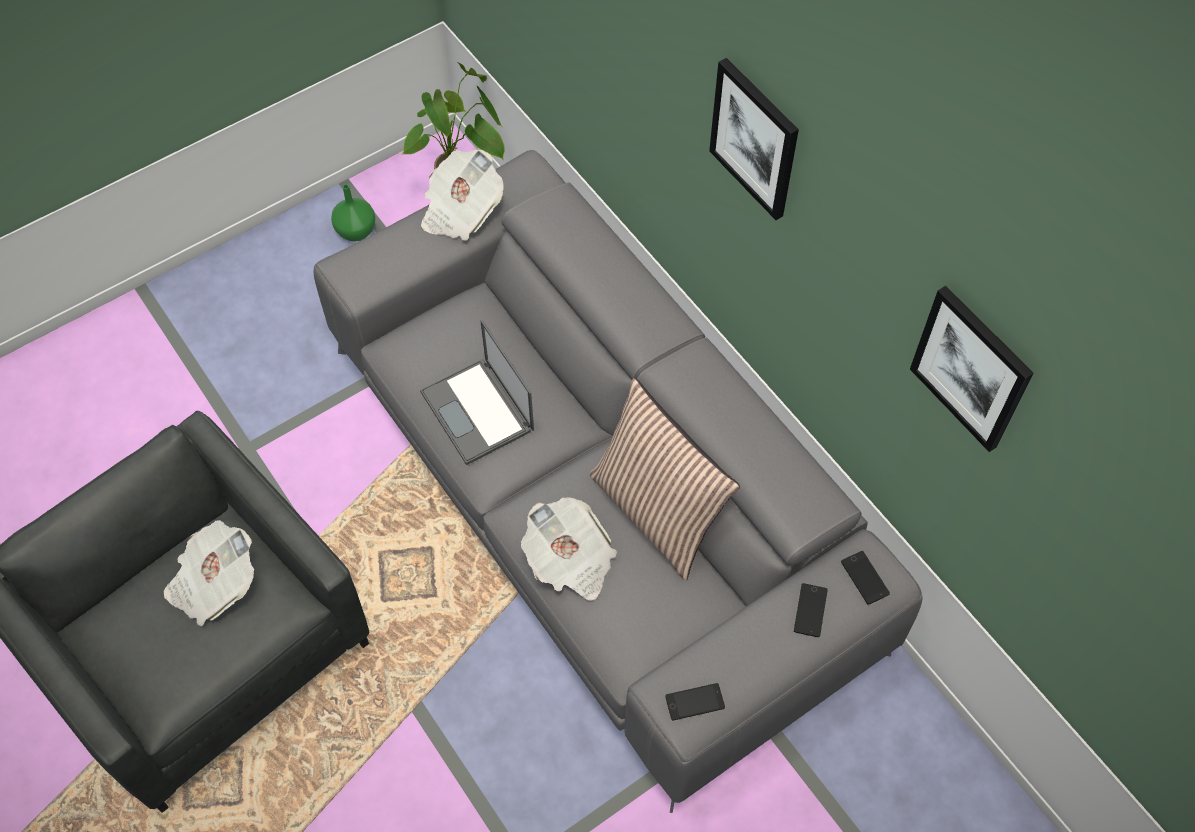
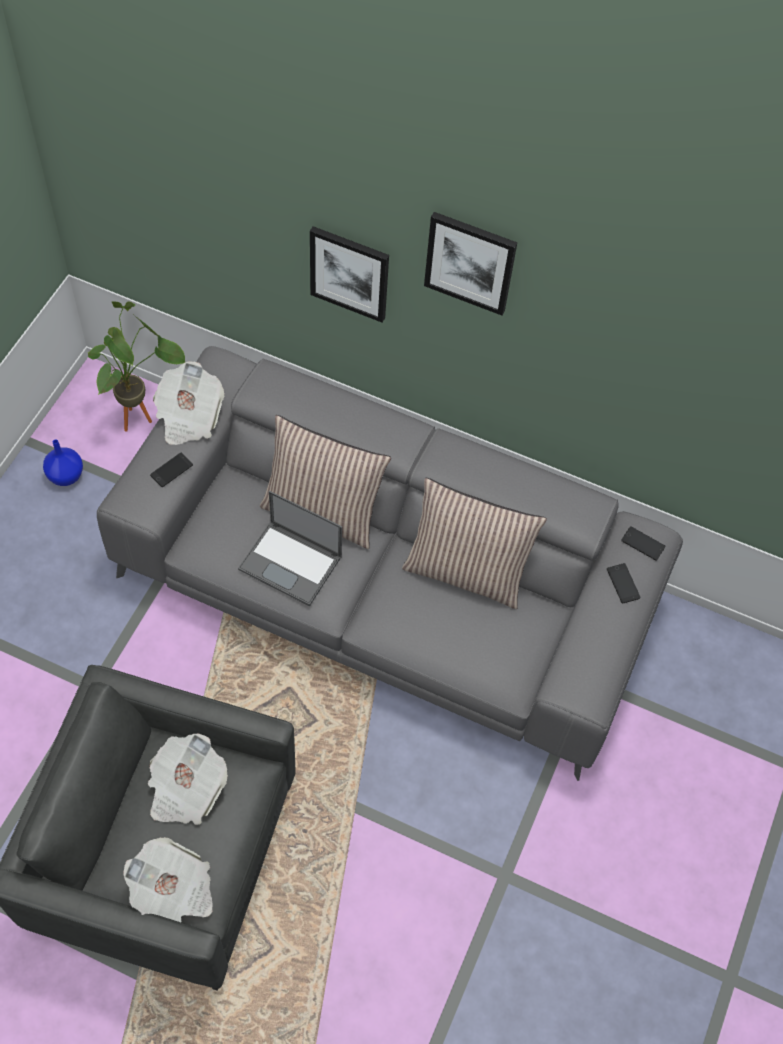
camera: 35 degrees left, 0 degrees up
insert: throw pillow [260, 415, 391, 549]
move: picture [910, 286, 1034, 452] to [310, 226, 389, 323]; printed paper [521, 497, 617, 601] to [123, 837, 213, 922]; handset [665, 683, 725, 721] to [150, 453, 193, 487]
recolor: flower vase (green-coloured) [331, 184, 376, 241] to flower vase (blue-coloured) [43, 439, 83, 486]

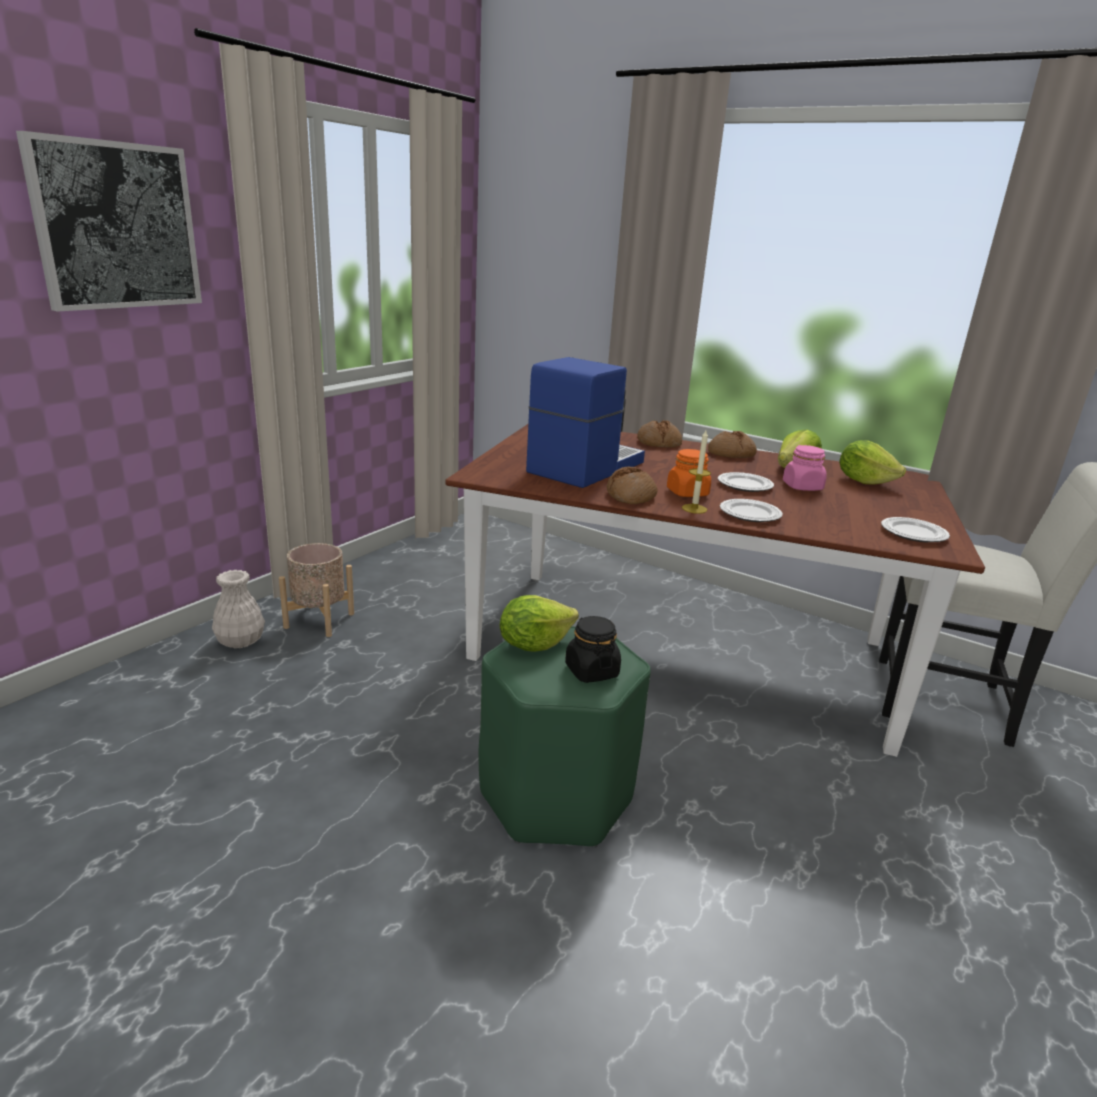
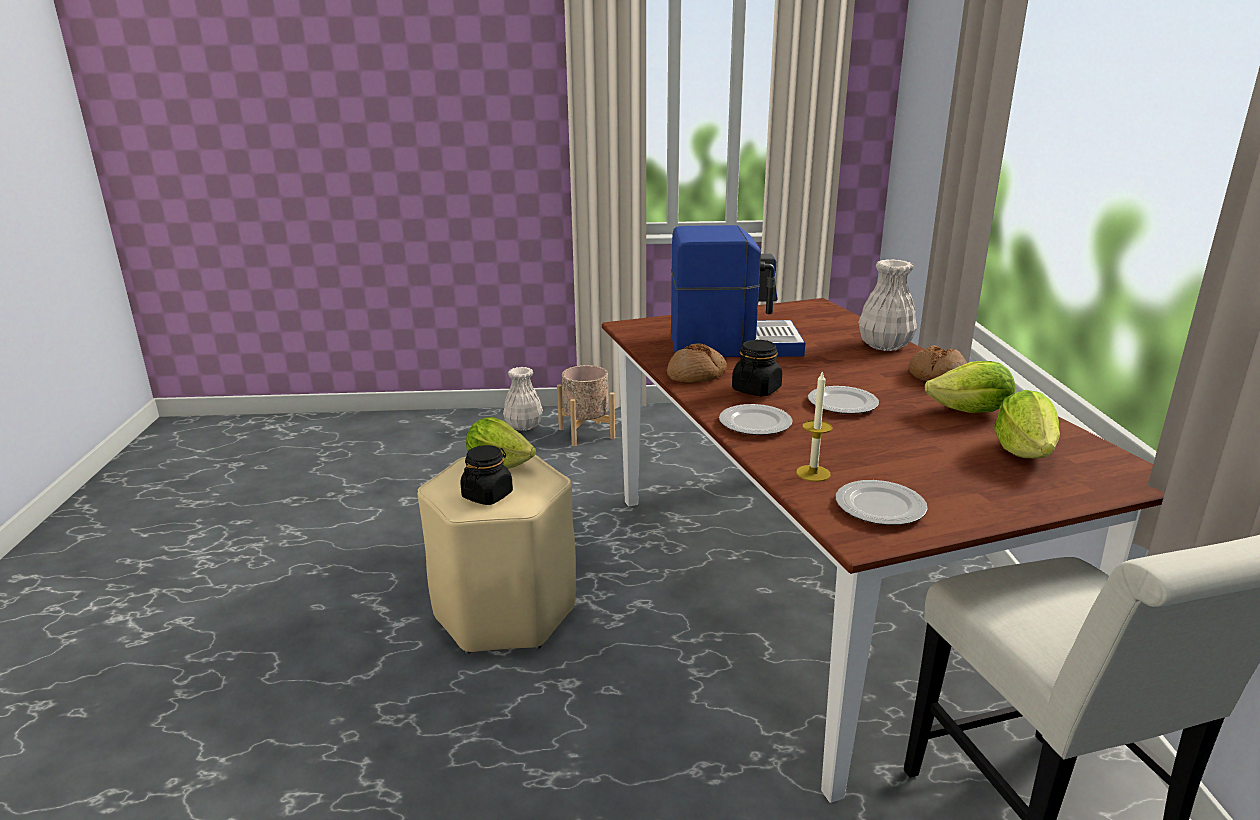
camera: 55 degrees right, 0 degrees up
delete: picture [16, 131, 202, 312]; storage jar (pink) [783, 445, 827, 491]
move: candle [682, 430, 711, 514] to [796, 370, 832, 482]
replace: bread [637, 420, 682, 448] to flower vase (whitish) [858, 259, 917, 351]
recolor: storage jar (orange-coloured) [667, 449, 711, 497] to storage jar (blackish) [732, 340, 782, 396]; sitting stool (green-coloured) [479, 626, 651, 848] to sitting stool (sand-coloured) [417, 455, 576, 654]

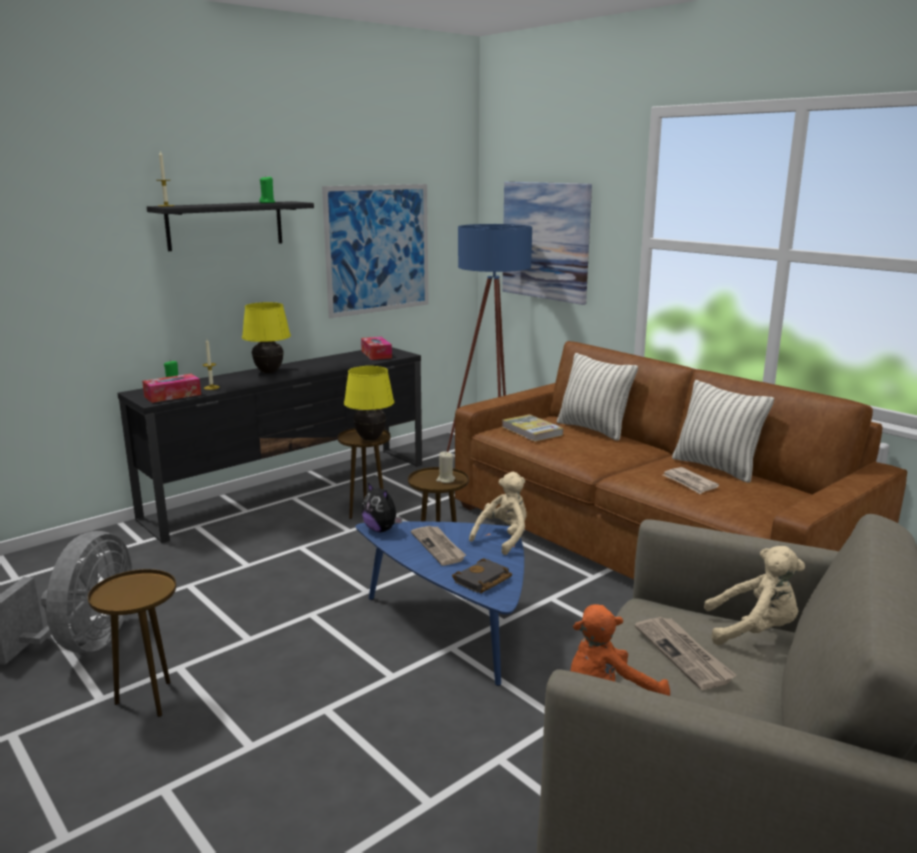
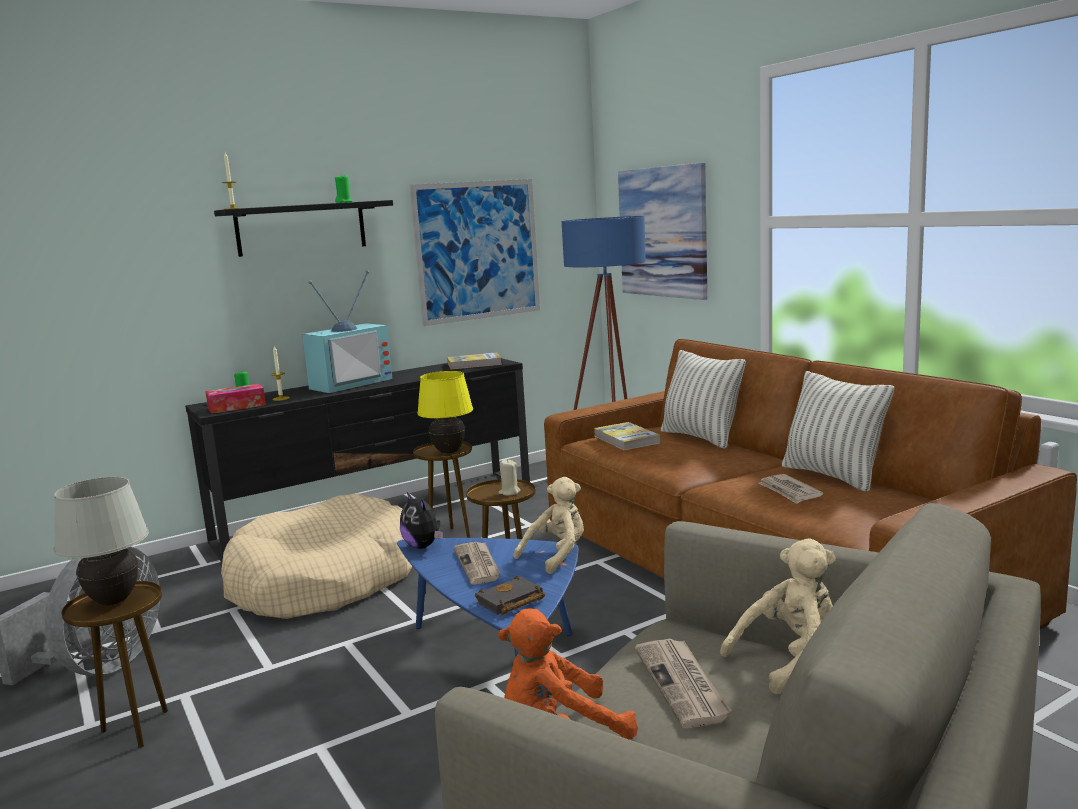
camera: 10 degrees right, 5 degrees down
insert: table lamp (whitish) [54, 477, 149, 605]; dog bed (sand-coloured) [221, 493, 412, 619]
replace: table lamp (yellowish) [242, 302, 291, 373] to television [302, 270, 392, 393]; tissue holder [361, 337, 392, 360] to bound book [447, 352, 502, 369]
rotate: cuddly toy (sand-coloured) [704, 546, 805, 645] = [720, 538, 836, 694] 45 degrees counterclockwise

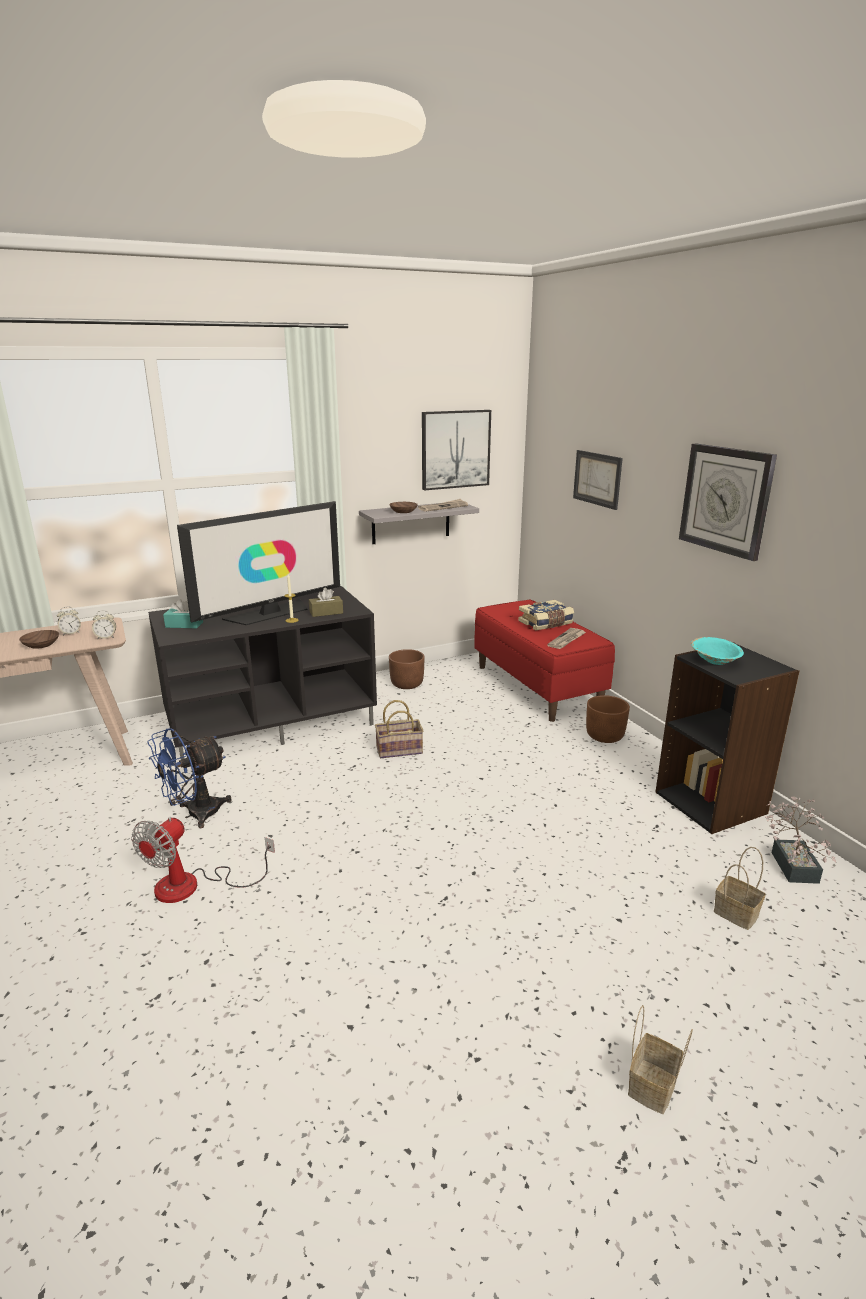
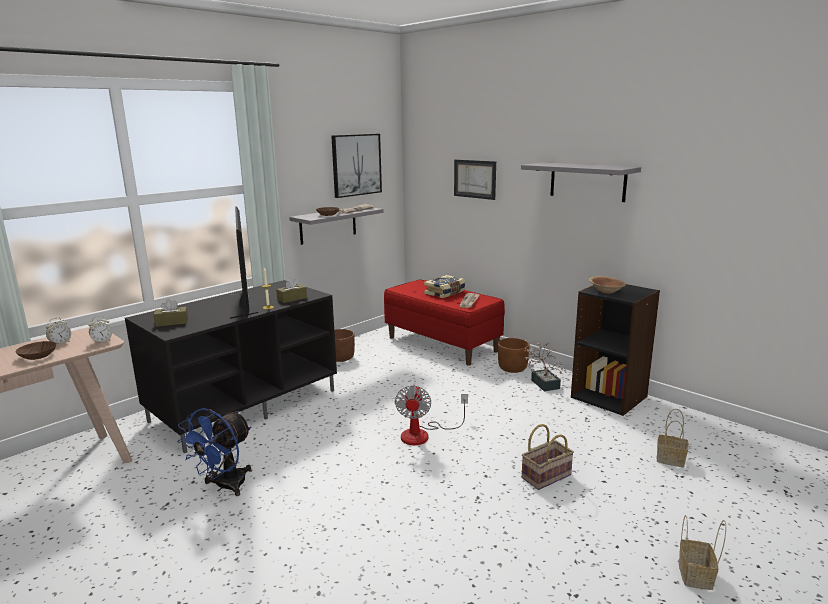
camera: 20 degrees left, 5 degrees down
move: household basket [375, 700, 423, 758] to [522, 424, 574, 490]; plant in a pot [765, 796, 836, 884] to [525, 343, 567, 391]; electric fan [131, 817, 275, 903] to [395, 385, 468, 445]
replace: wall clock [679, 444, 777, 561] to wall shelf (gray) [521, 163, 641, 202]
recolor: tissue holder (turquoise) [163, 599, 203, 628] to tissue holder (brownish) [154, 299, 188, 327]; deep dish (turquoise) [691, 637, 744, 665] to deep dish (brownish) [589, 276, 626, 293]
rotate: television [177, 501, 340, 625] = [230, 206, 258, 319] 45 degrees counterclockwise

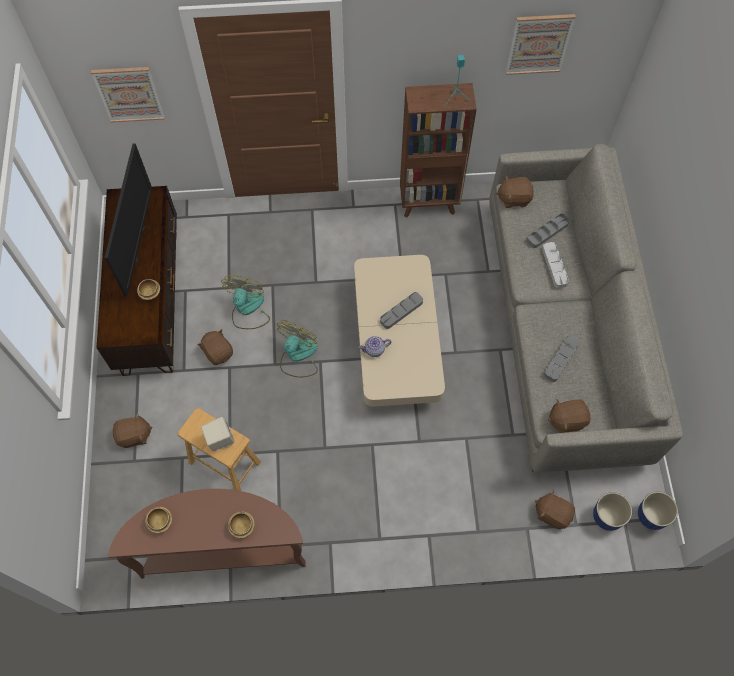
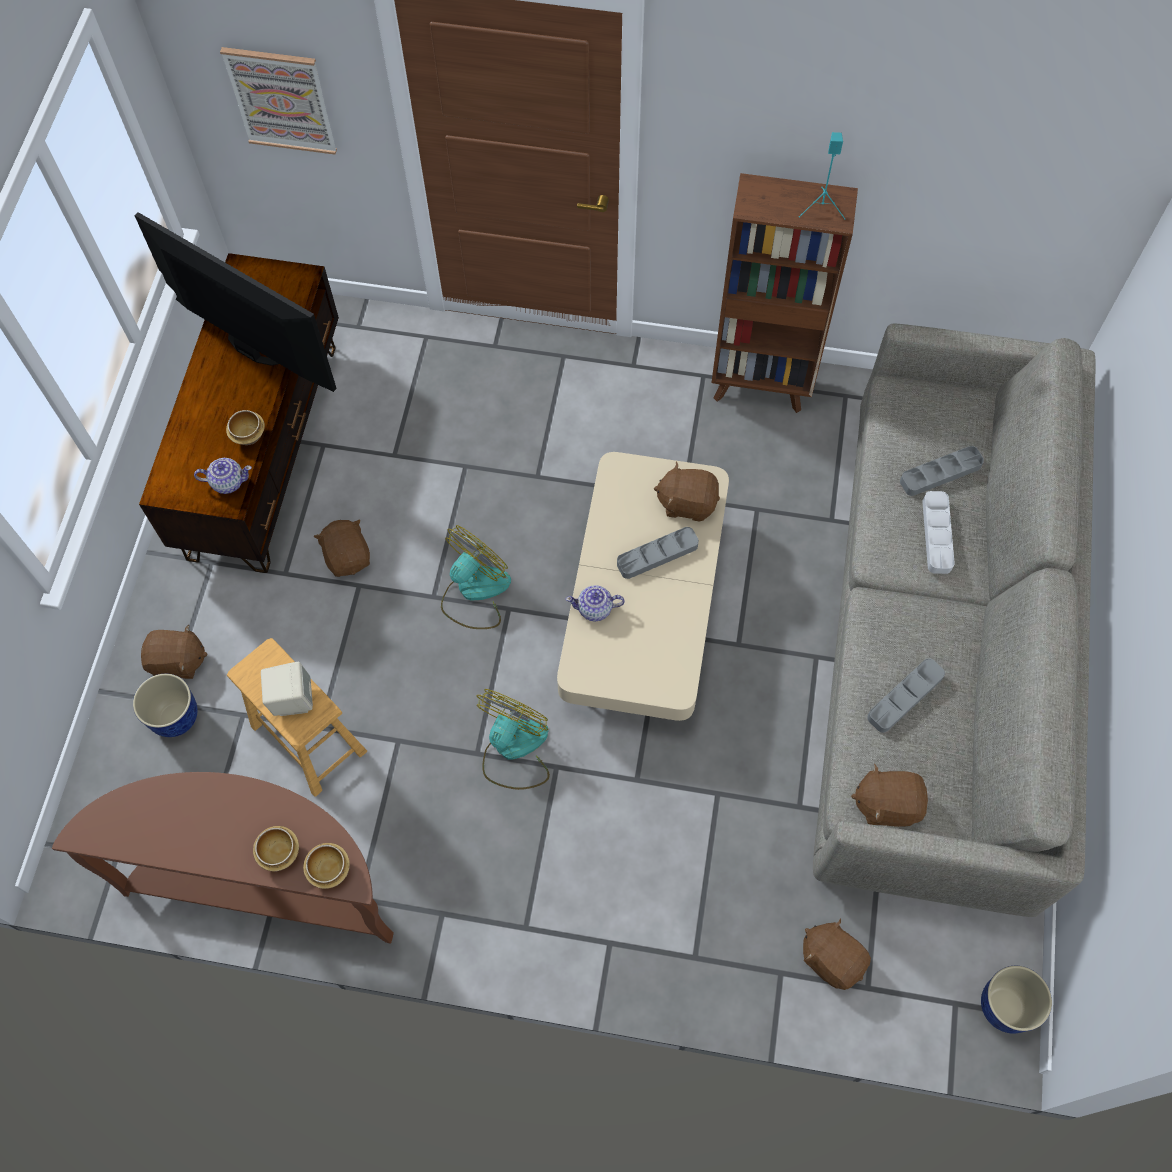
camera: 15 degrees right, 0 degrees up
delete: picture [506, 14, 576, 75]
insert: teapot [194, 458, 252, 494]
move: cuddly toy (brownish) [496, 176, 534, 208] to [654, 461, 720, 522]; electric fan [221, 275, 270, 329] to [477, 689, 550, 790]; planter [593, 492, 632, 531] to [133, 674, 197, 737]; deep dish [145, 507, 172, 533] to [303, 843, 350, 889]
rotate: television [105, 144, 152, 296] = [134, 212, 337, 392] 75 degrees counterclockwise

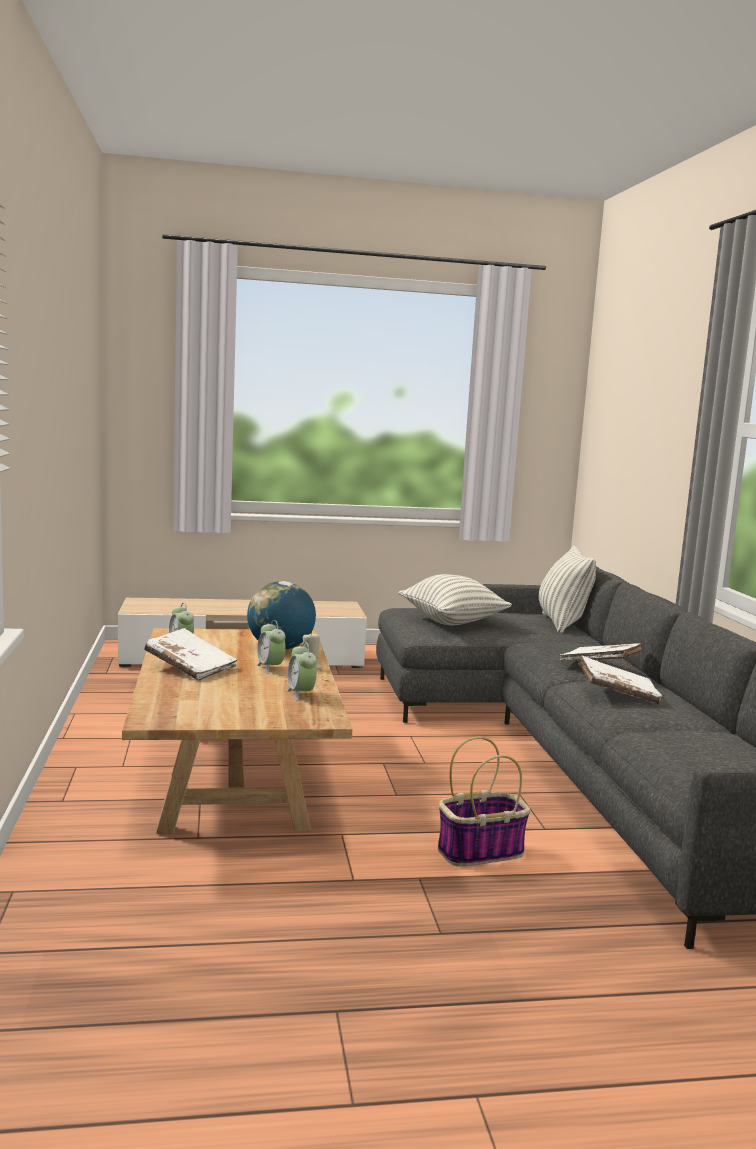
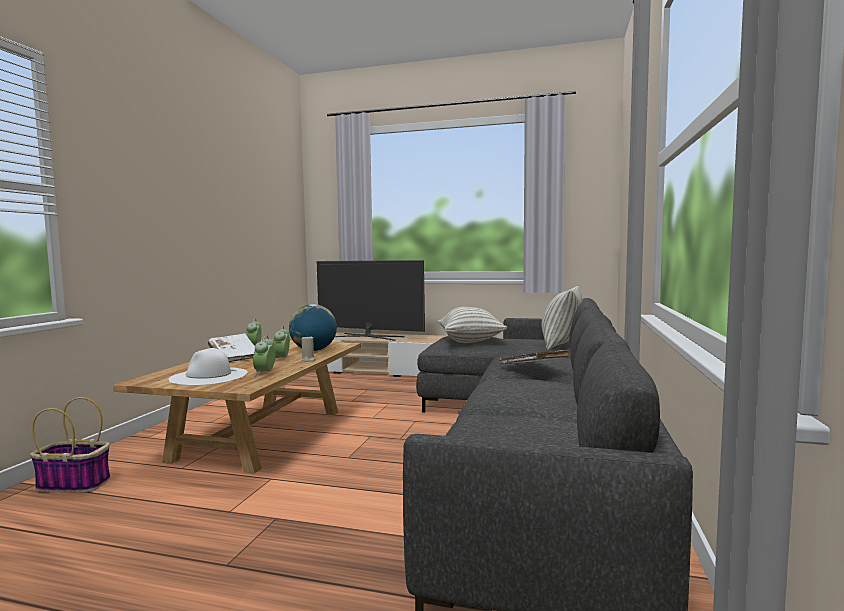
camera: 25 degrees right, 5 degrees down
delete: bound book (whitish) [579, 656, 662, 705]
insert: television [317, 260, 425, 341]; hat (whitish) [169, 348, 248, 386]
move: household basket [438, 737, 530, 866] to [30, 397, 110, 493]

